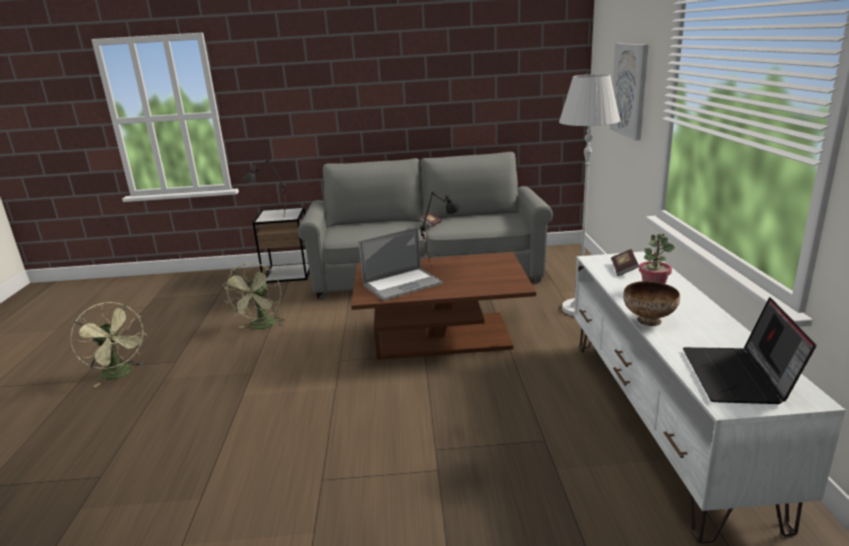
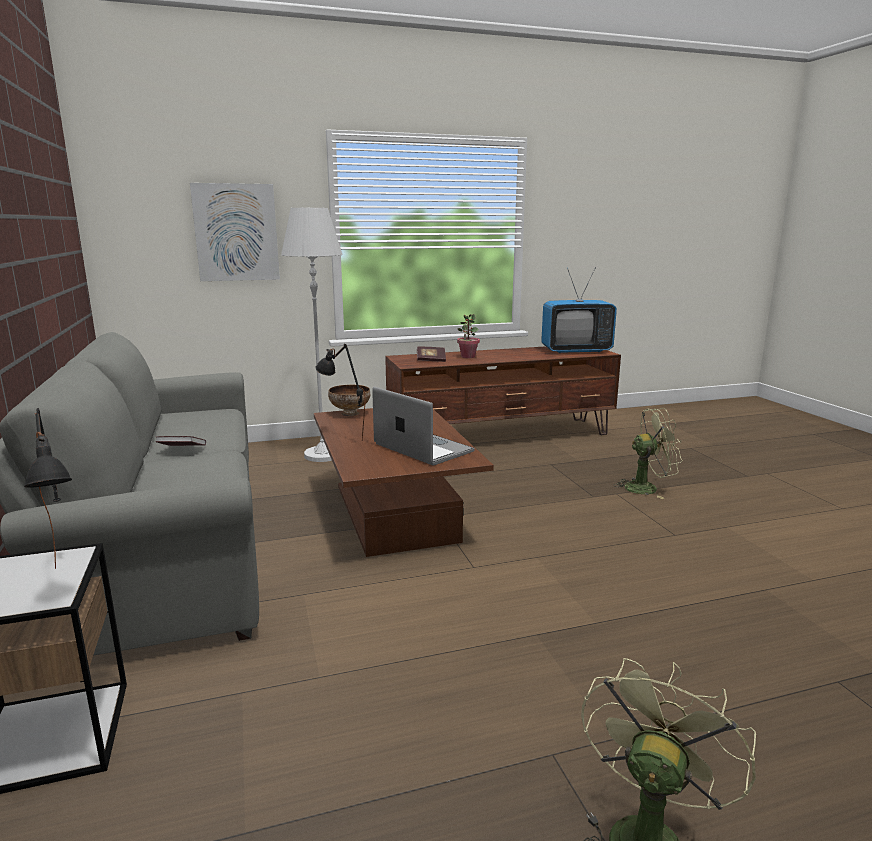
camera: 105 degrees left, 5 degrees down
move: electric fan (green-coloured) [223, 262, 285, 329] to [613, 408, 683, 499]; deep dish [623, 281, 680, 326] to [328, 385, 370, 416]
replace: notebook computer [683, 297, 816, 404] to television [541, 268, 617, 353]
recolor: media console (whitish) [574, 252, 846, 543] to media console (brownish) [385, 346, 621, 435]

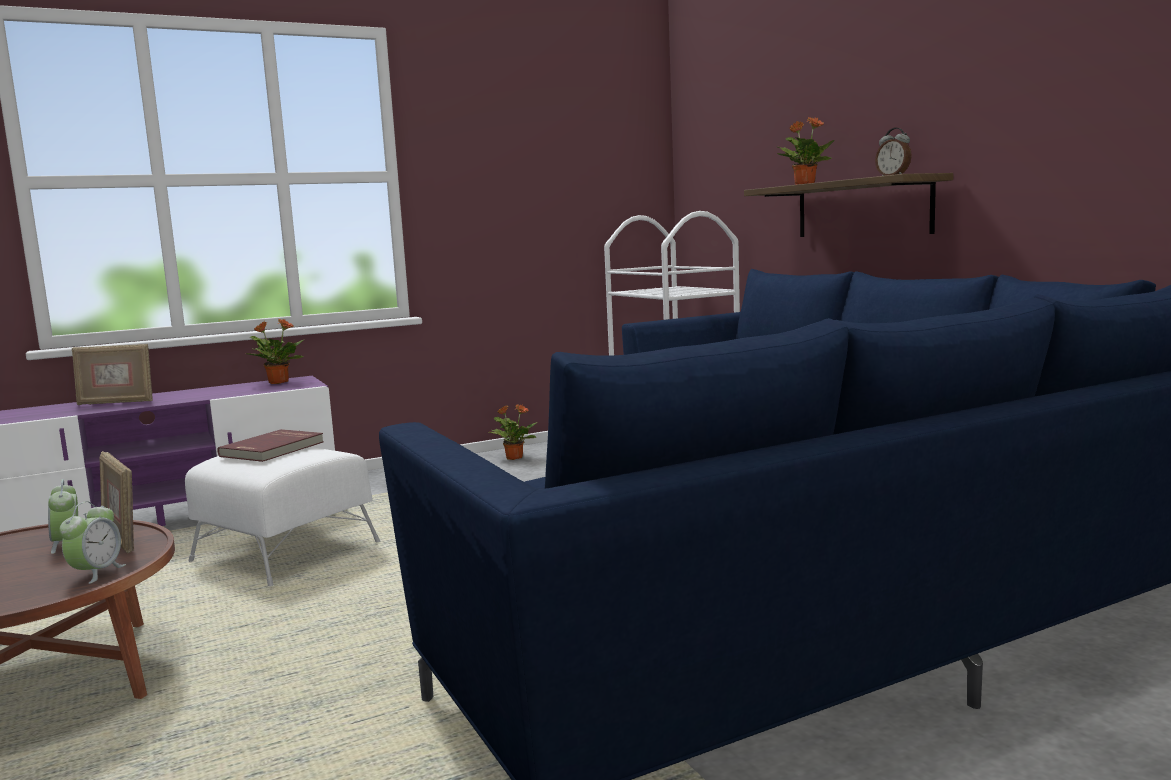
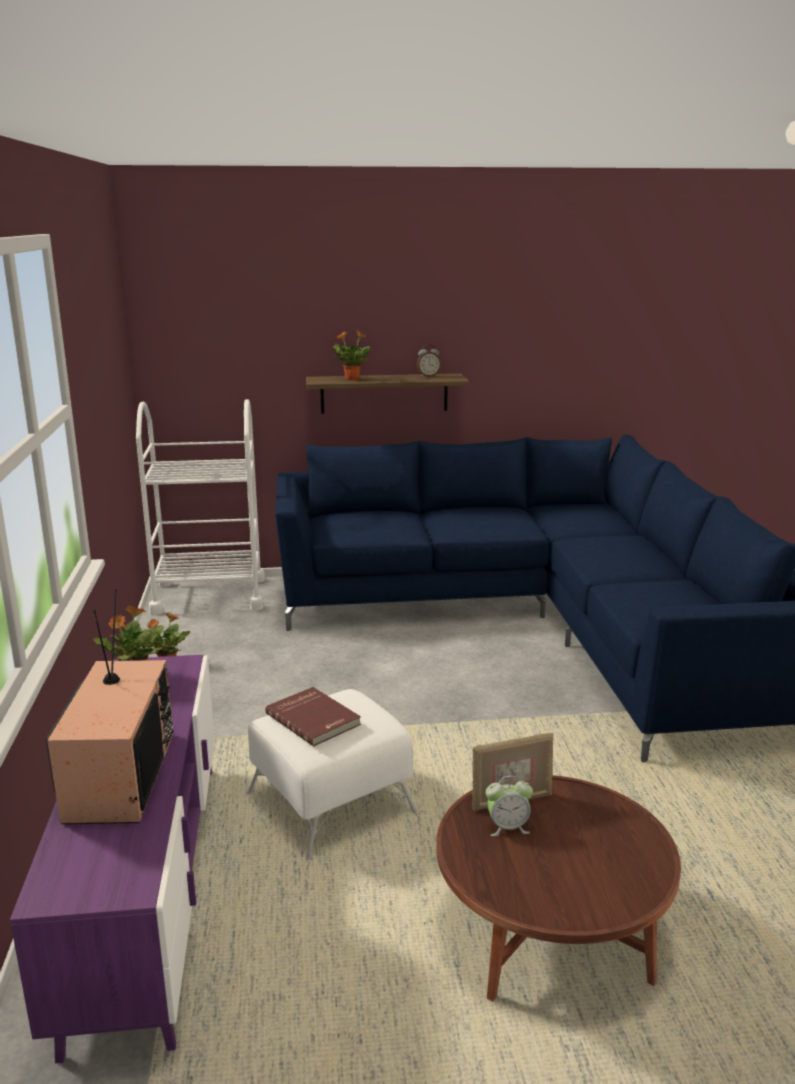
camera: 70 degrees left, 10 degrees up
delete: table clock [59, 502, 126, 584]
replace: picture frame [72, 344, 153, 405] to television [46, 589, 173, 824]

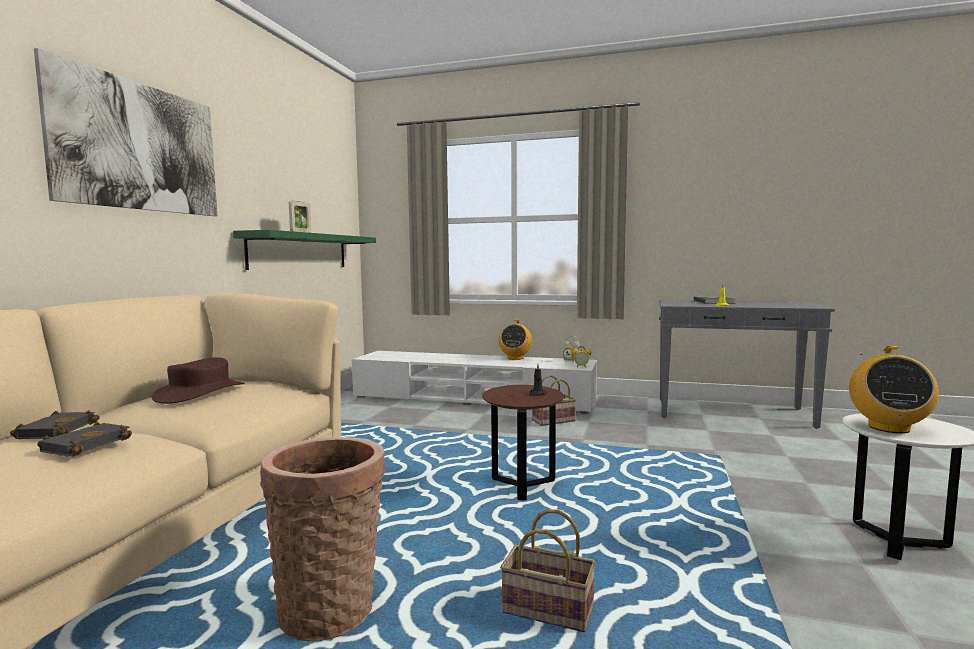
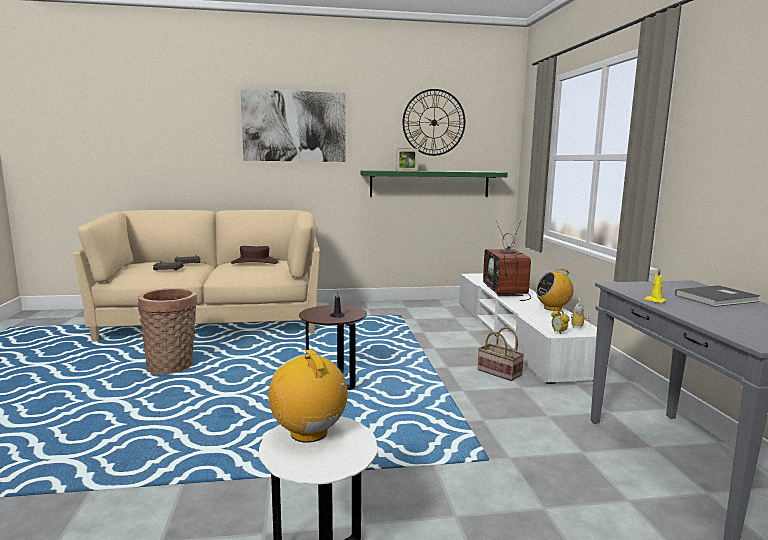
camera: 65 degrees right, 5 degrees up
delete: household basket [500, 509, 596, 632]
insert: wall clock [402, 89, 465, 156]; television [483, 221, 531, 301]
rotate: radio [849, 346, 939, 433] = [268, 349, 348, 443] 60 degrees clockwise

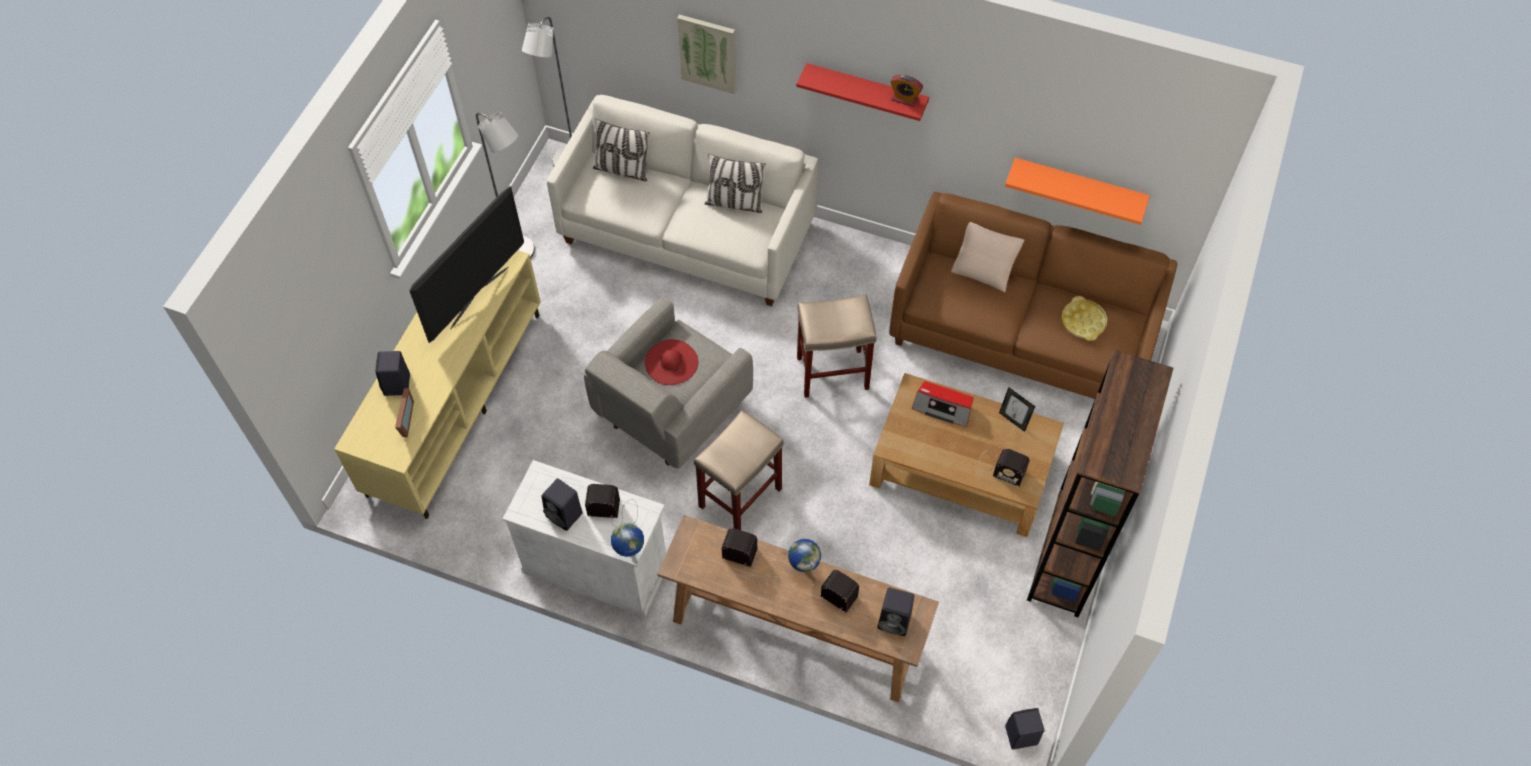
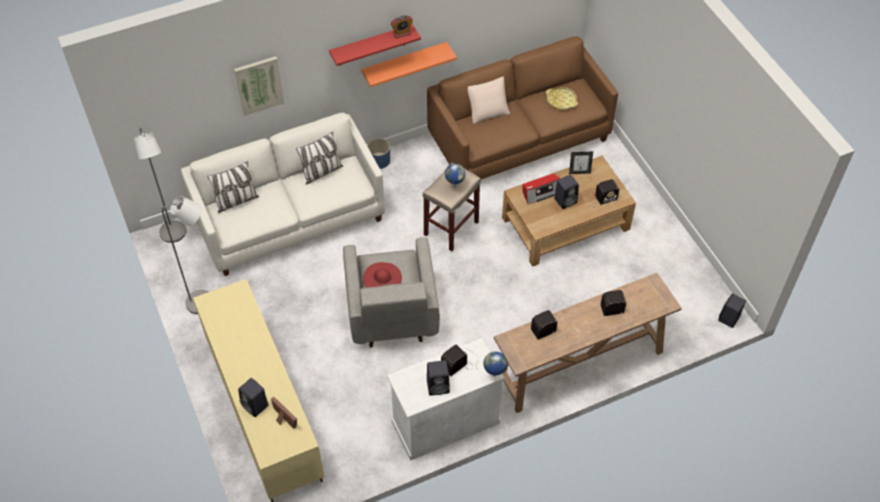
camera: 45 degrees left, 5 degrees down
delete: television [410, 186, 524, 343]; shelving unit (brownish) [1027, 350, 1173, 617]; sitting stool (sand-coloured) [694, 410, 784, 530]
insert: planter (blue-coloured) [367, 138, 390, 169]
move: wall shelf (orange-coloured) [1005, 158, 1150, 225] to [361, 42, 457, 87]; desk globe [788, 539, 821, 572] to [445, 163, 466, 188]; speaker (blackish) [877, 588, 914, 636] to [554, 174, 579, 209]

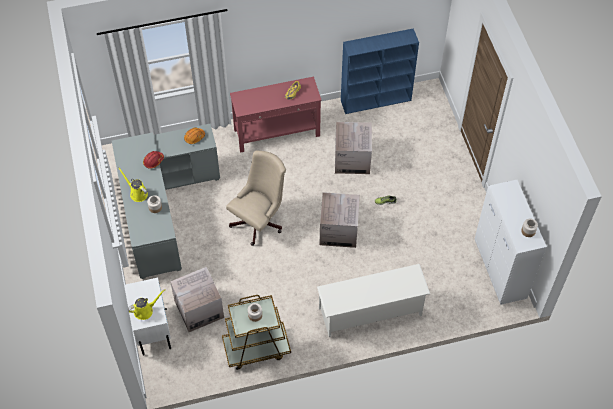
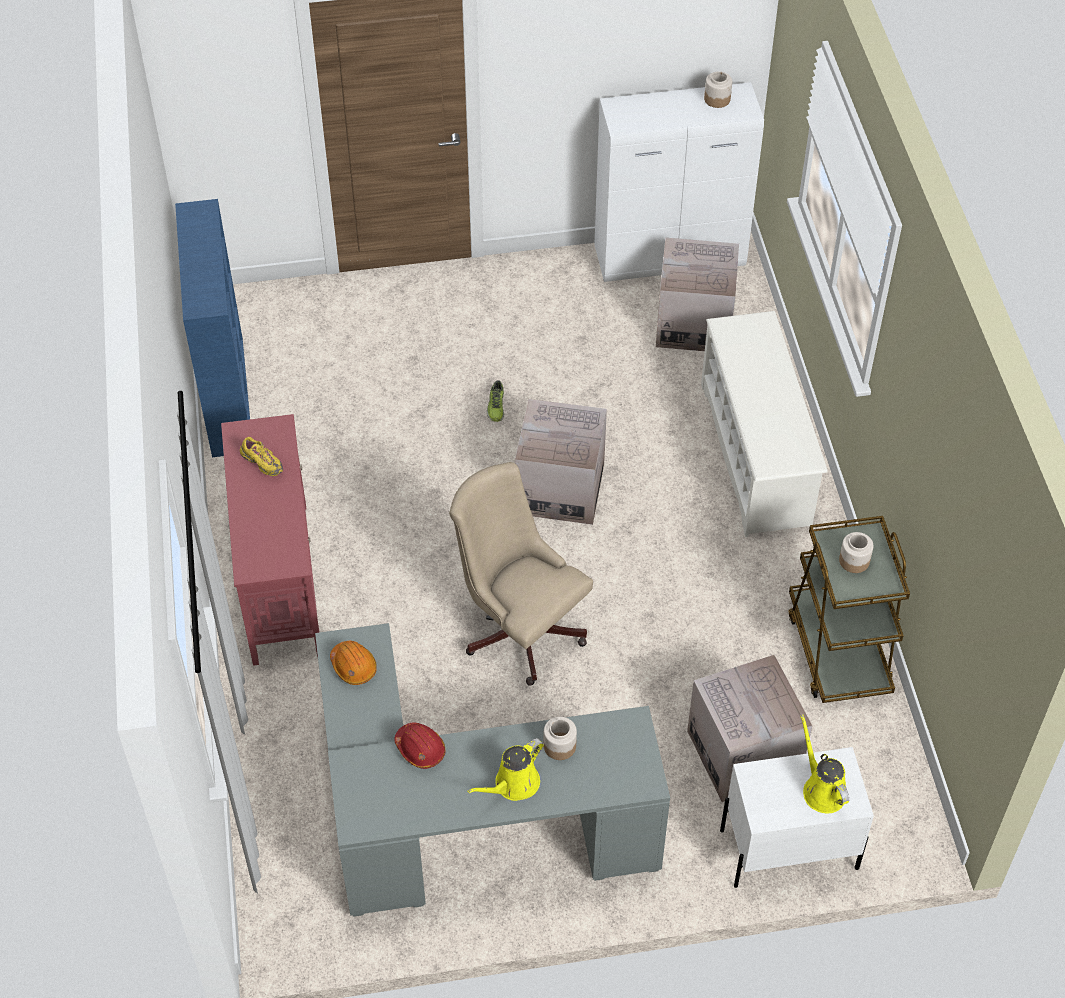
camera: 85 degrees left, 5 degrees down
move: cardboard box [335, 122, 372, 174] to [656, 238, 739, 351]

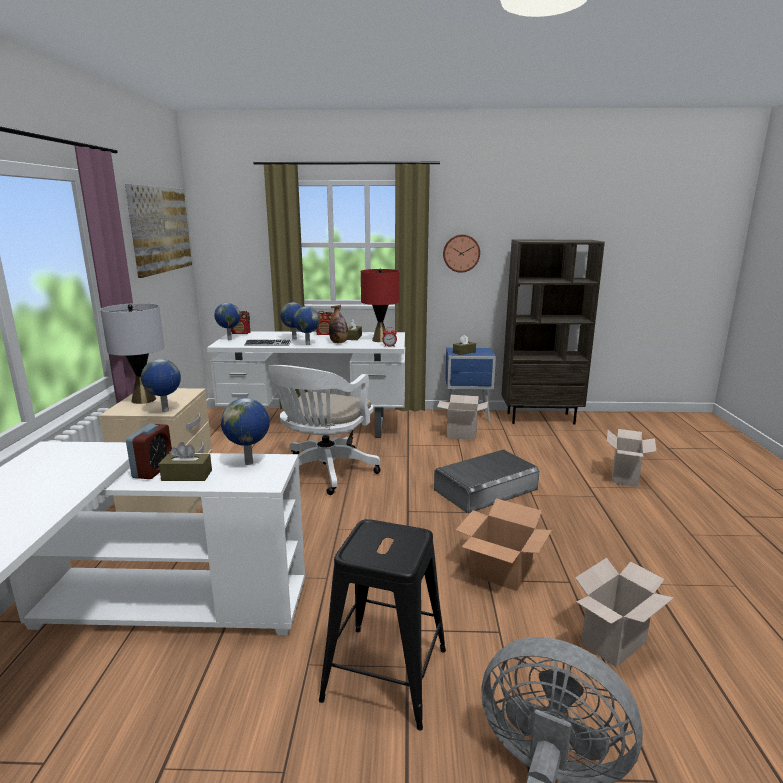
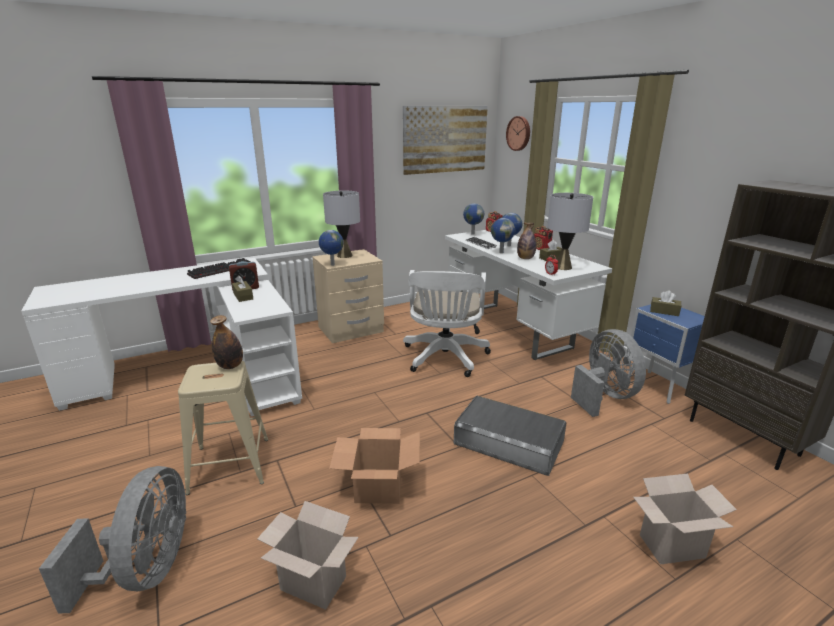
camera: 60 degrees right, 5 degrees up
delete: desk globe [221, 398, 270, 465]
insert: computer keyboard [187, 258, 251, 279]; bottle [210, 315, 243, 369]
move: wall clock [443, 234, 480, 273] to [506, 116, 530, 151]
replace: cardboard box [437, 395, 488, 440] to electric fan (gray) [571, 329, 646, 417]
recolor: table lamp (red) [361, 268, 400, 342] to table lamp (gray) [547, 193, 593, 270]; sitting stool (blackish) [319, 519, 446, 730] to sitting stool (sand-coloured) [178, 361, 268, 495]
rotate: desk chair (whitish) [268, 365, 381, 495] = [403, 270, 491, 377] 75 degrees counterclockwise

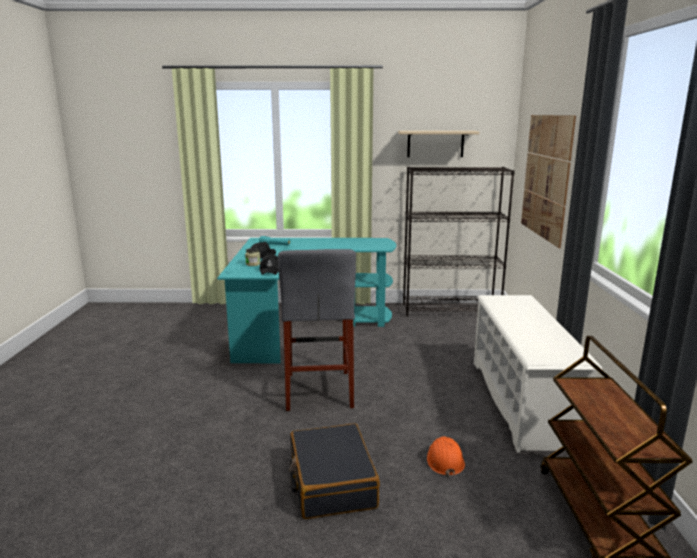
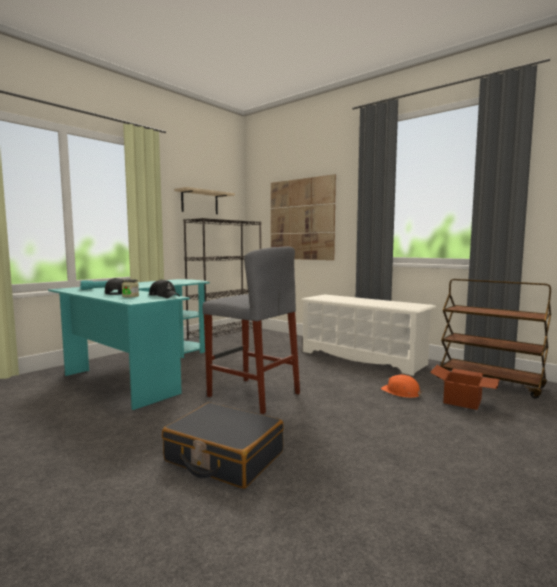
camera: 50 degrees left, 10 degrees down
insert: cardboard box [430, 365, 500, 410]
move: travel case (blackish) [290, 423, 380, 519] to [162, 402, 284, 489]

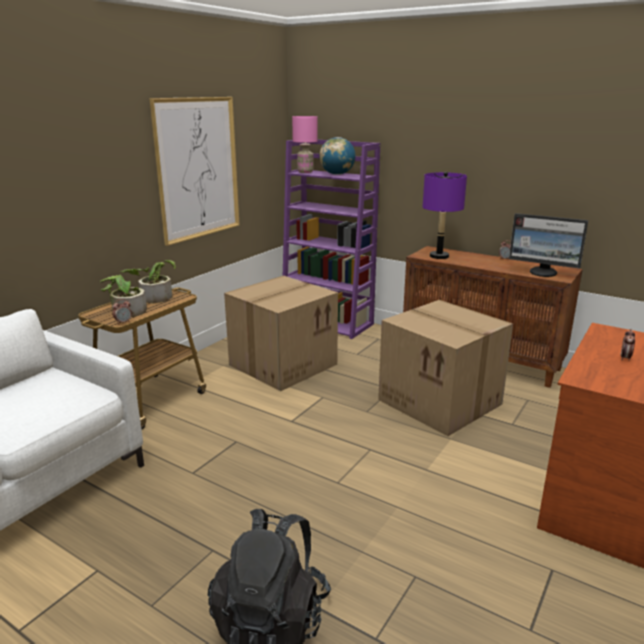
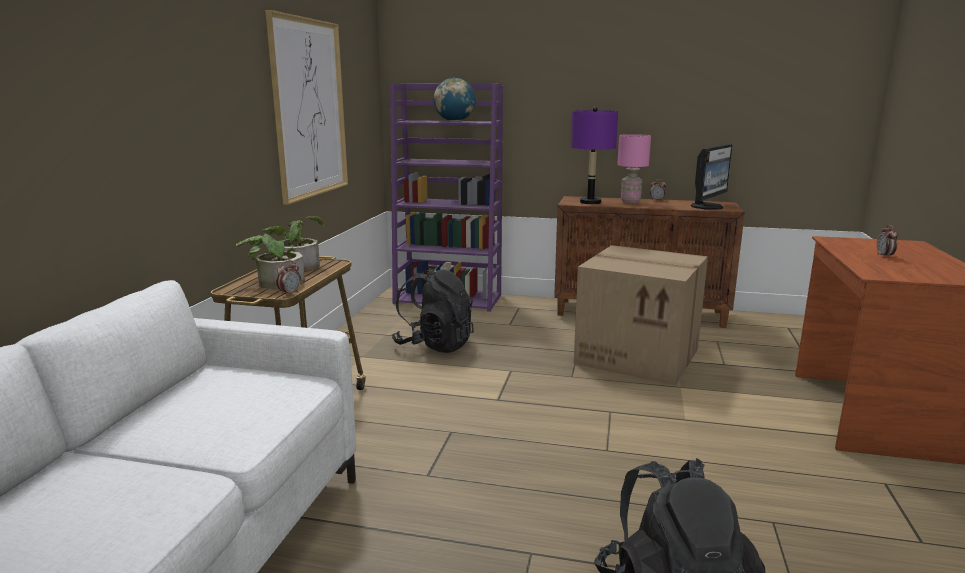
camera: 20 degrees left, 5 degrees down
move: table lamp (pink) [292, 116, 318, 173] to [617, 134, 651, 203]
replace: cardboard box [224, 276, 338, 391] to rucksack (blackish) [392, 268, 474, 353]
rotate: computer screen [509, 213, 588, 277] = [691, 144, 732, 210] 60 degrees counterclockwise

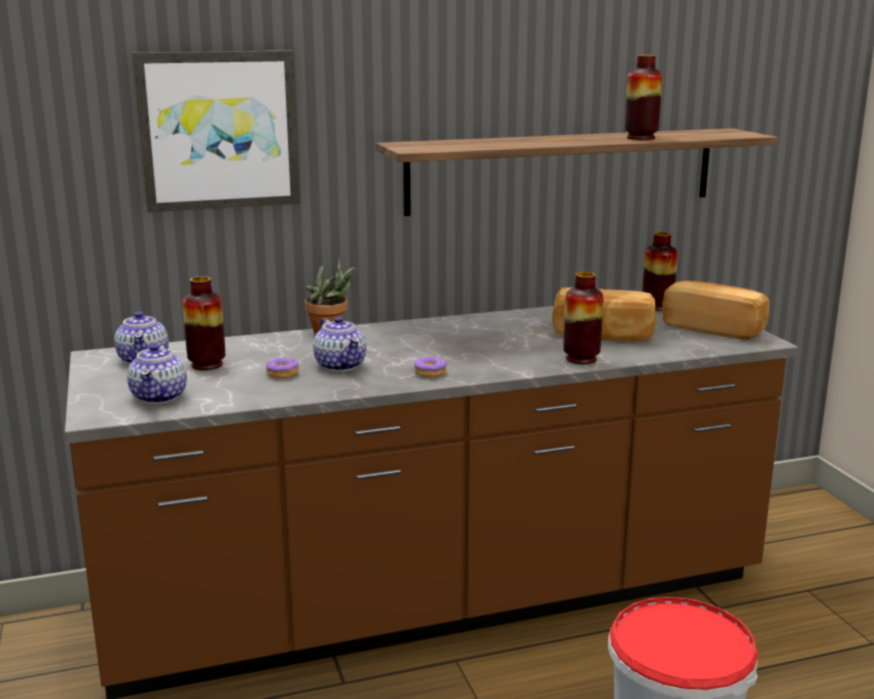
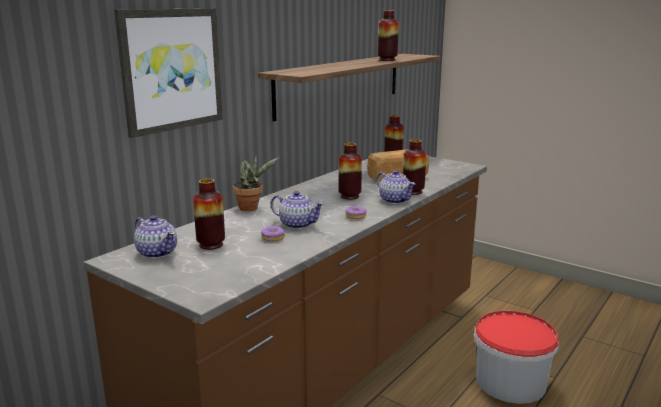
camera: 35 degrees left, 0 degrees up
delete: bread [662, 281, 770, 340]
insert: flower vase [339, 143, 362, 200]
move: teapot [127, 343, 187, 404] to [377, 170, 416, 204]

